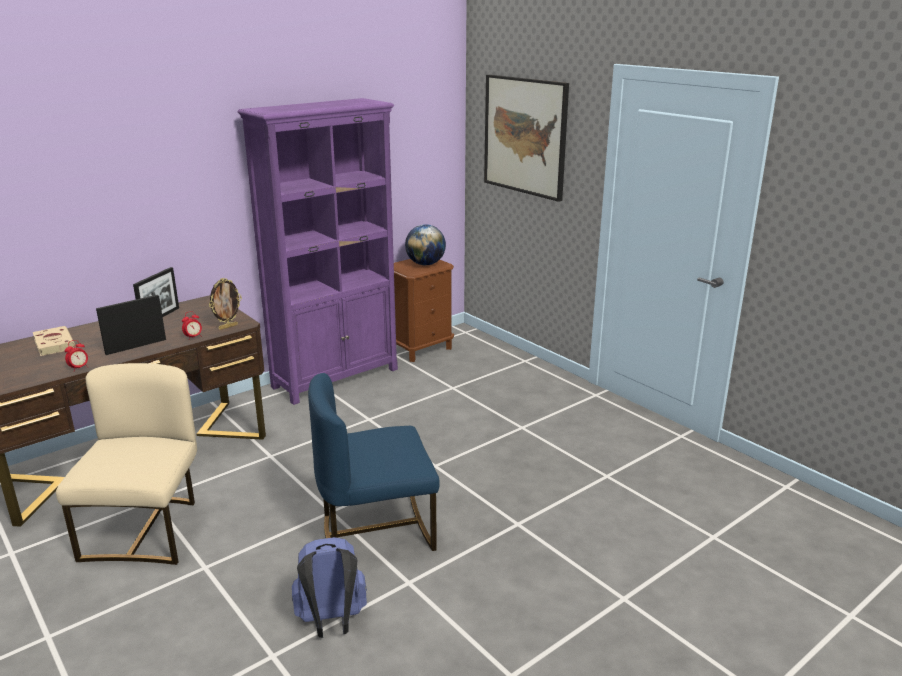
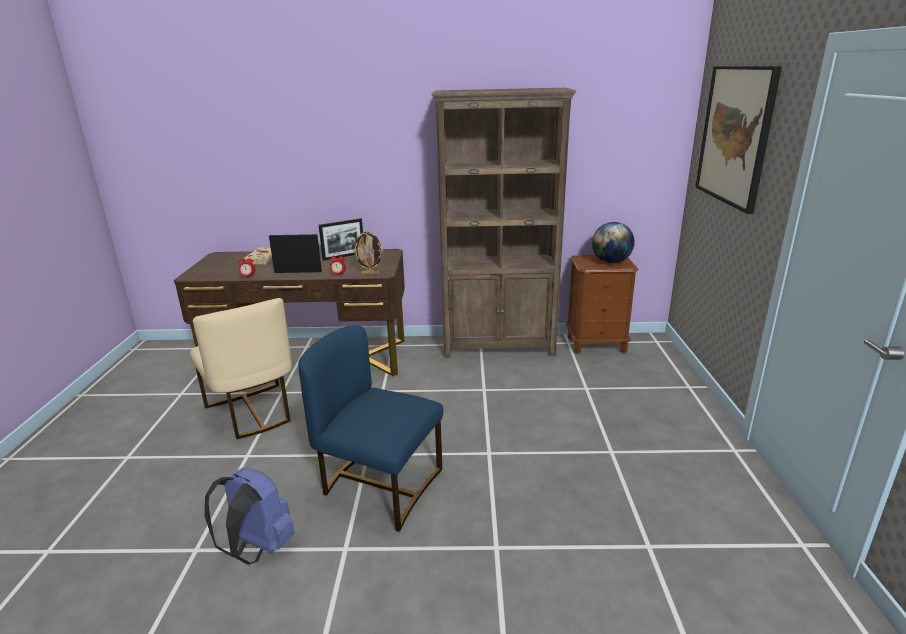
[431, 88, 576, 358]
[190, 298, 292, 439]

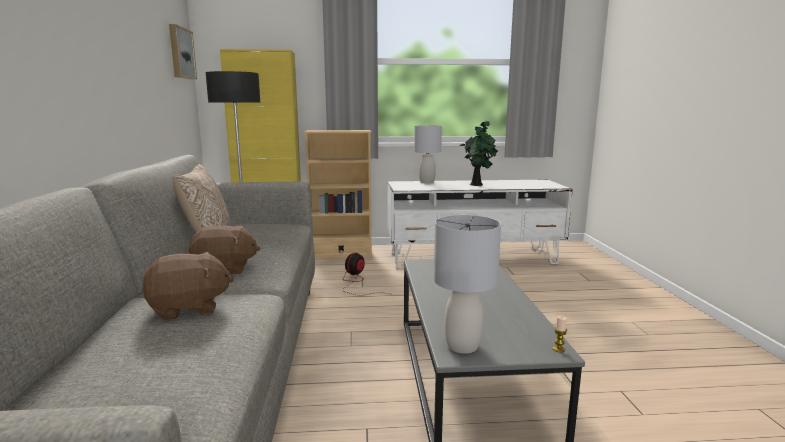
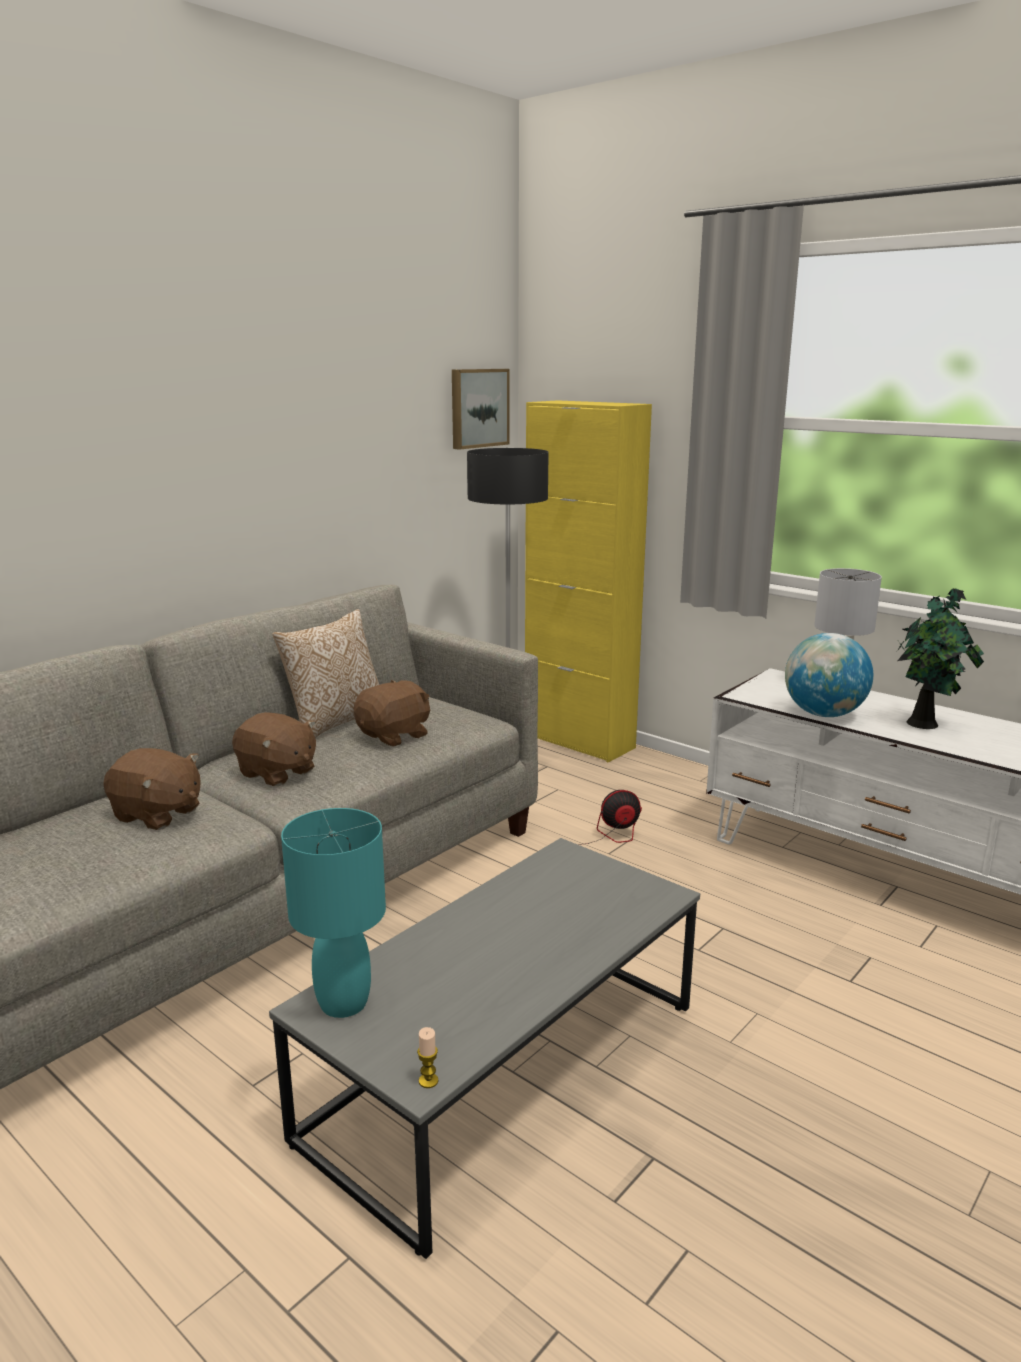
[304, 130, 373, 259] (first image)
[281, 808, 386, 1018]
[785, 633, 873, 717]
[354, 680, 430, 746]

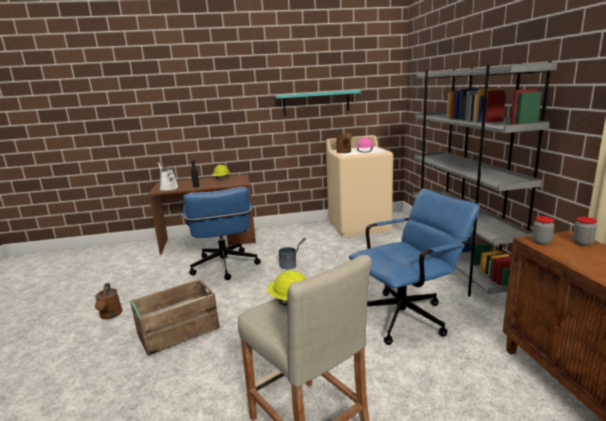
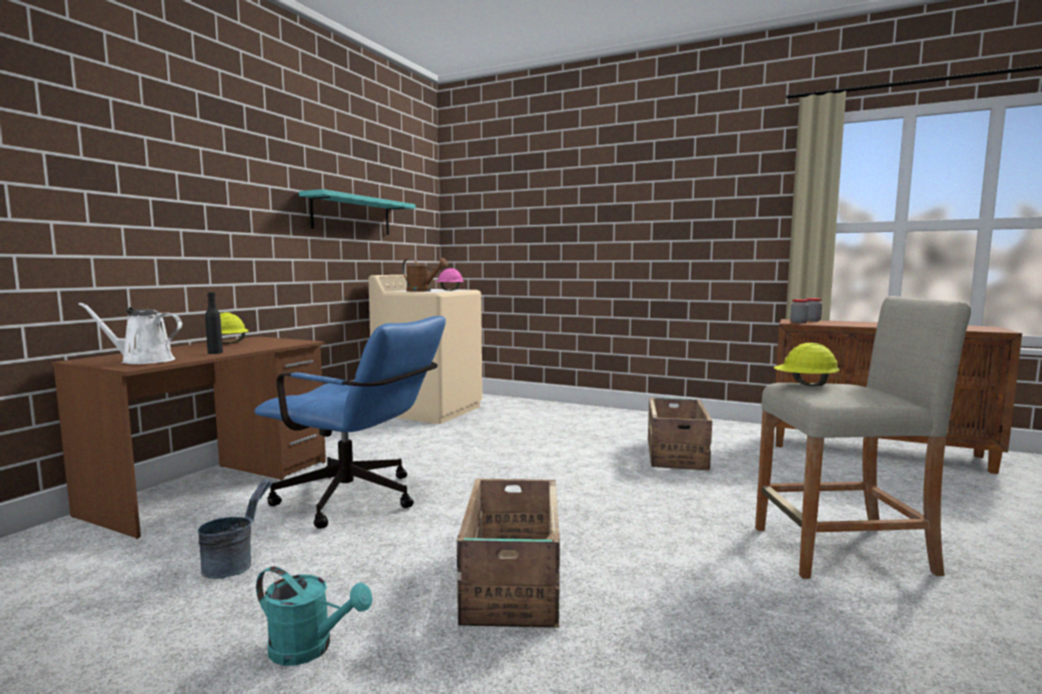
[413, 61, 558, 296] (first image)
[648, 398, 712, 470]
[198, 479, 272, 579]
[256, 566, 373, 666]

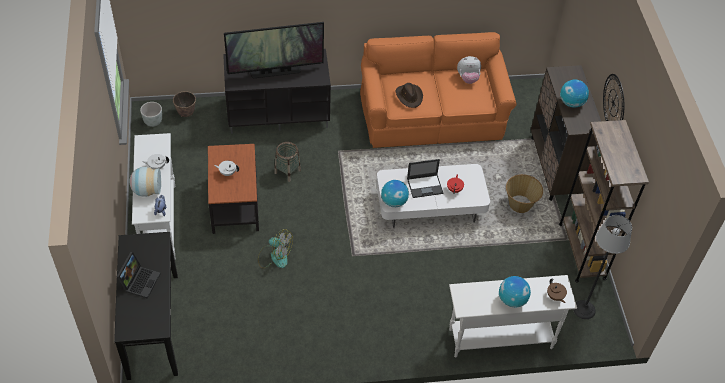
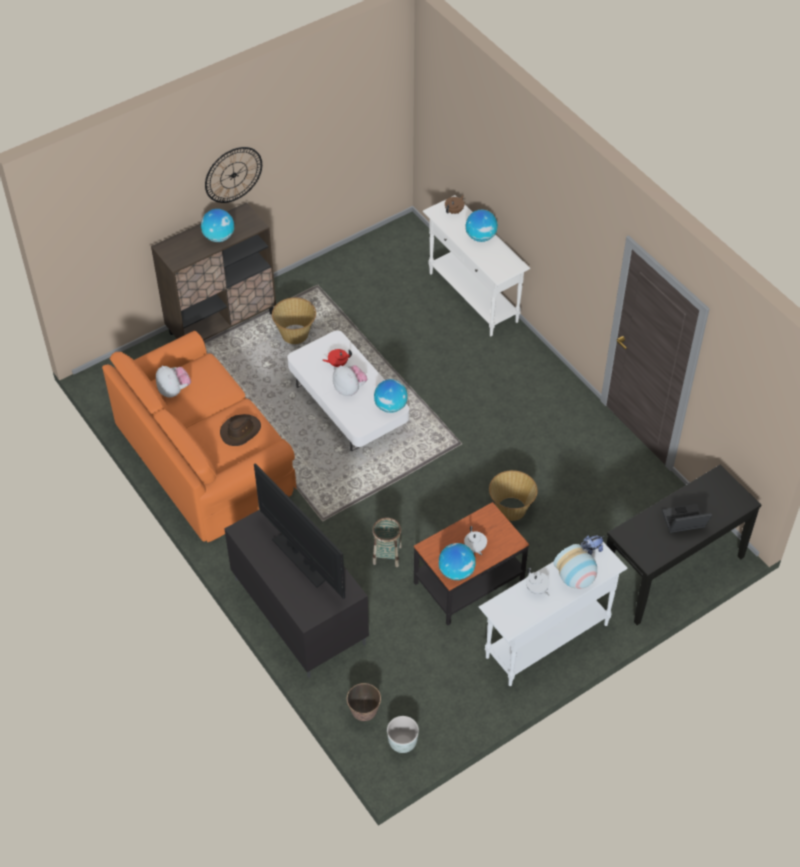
[559, 120, 649, 282] (first image)
[333, 365, 367, 396]
[573, 215, 632, 319] (first image)
[489, 470, 538, 521]
[439, 543, 476, 580]

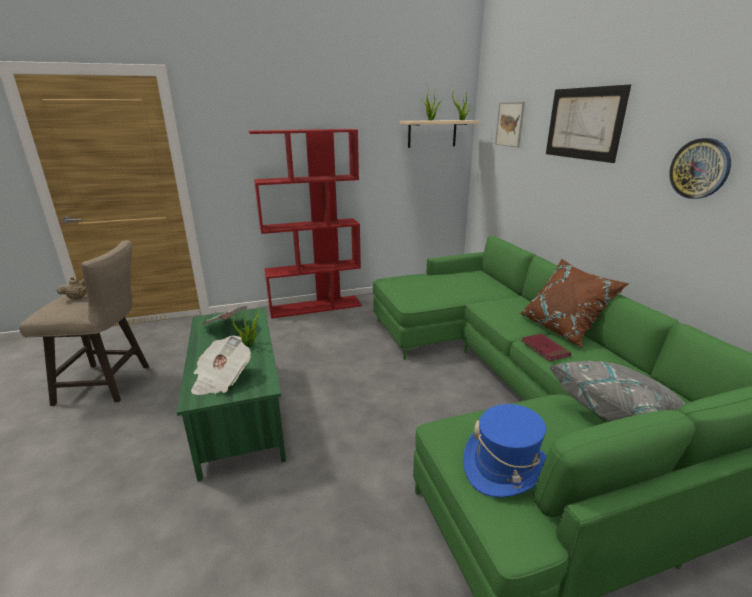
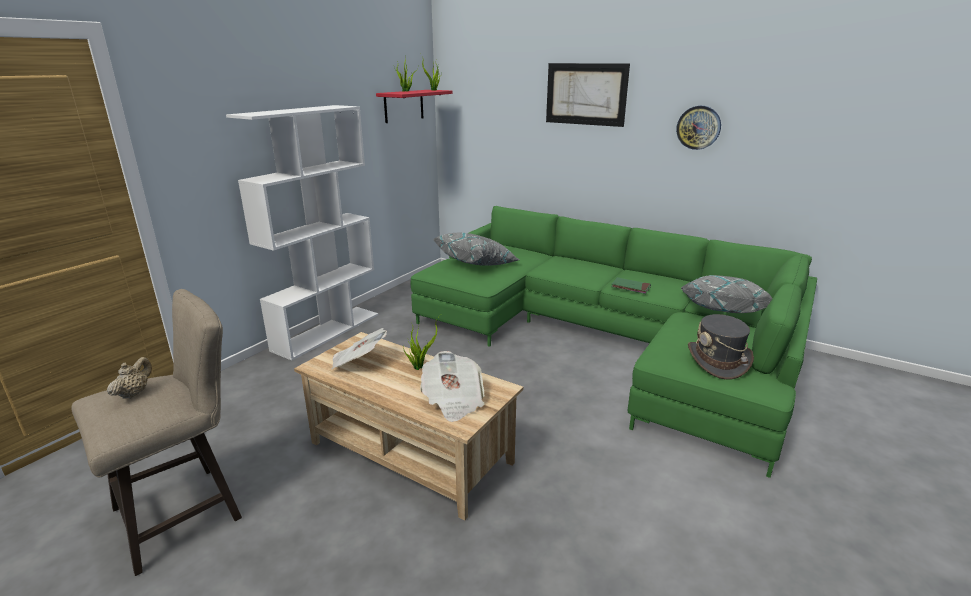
[495, 102, 525, 148] (first image)
[376, 90, 453, 123]
[226, 105, 378, 361]
[520, 258, 629, 348] (first image)
[294, 332, 523, 520]
[611, 277, 651, 294]
[688, 314, 754, 380]
[433, 233, 519, 266]

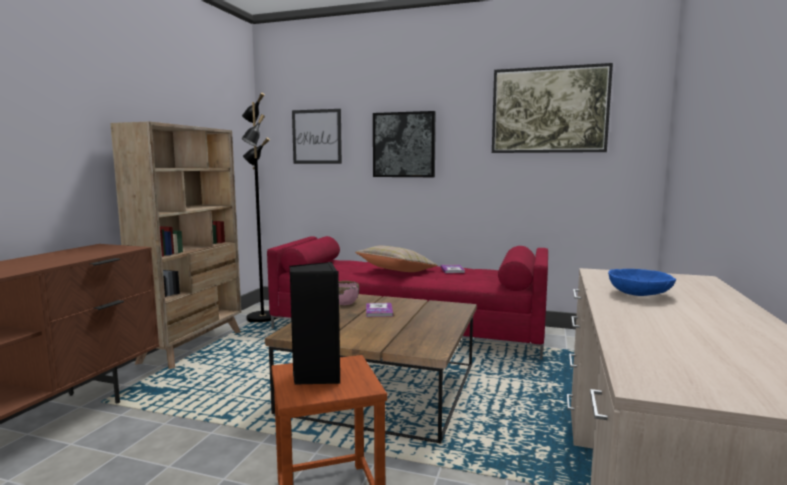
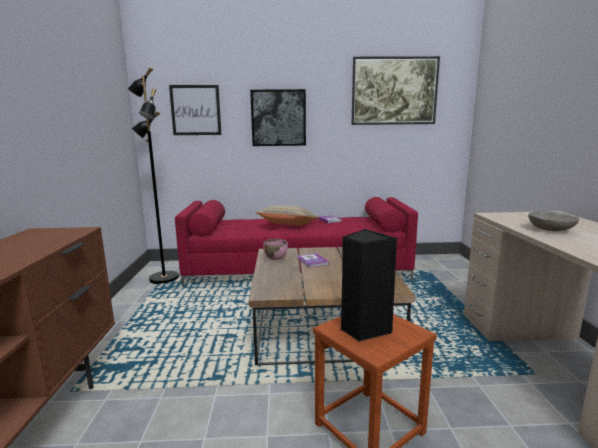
[110, 122, 241, 369] (first image)
[528, 211, 579, 231]

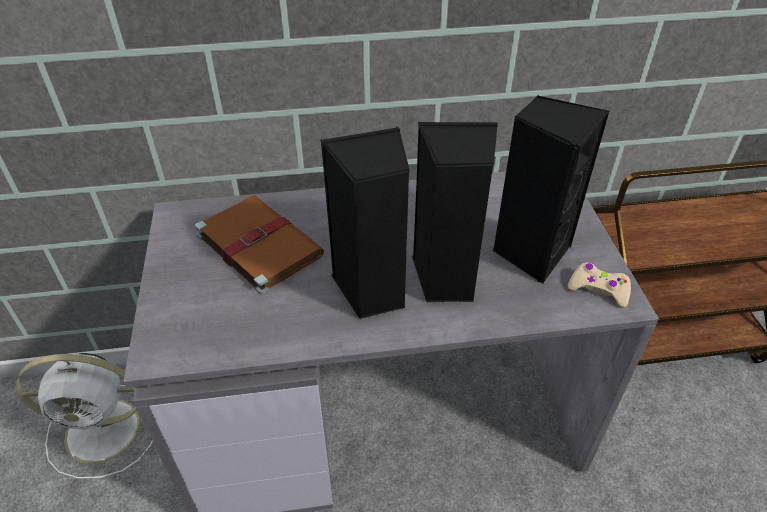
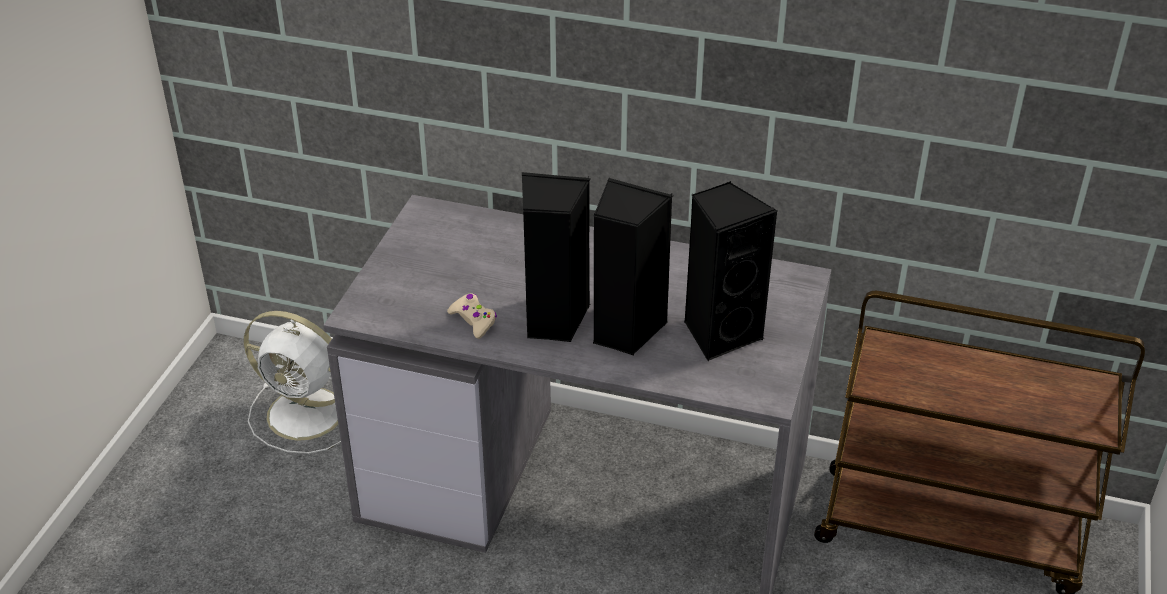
[195, 195, 324, 294] (first image)
[447, 293, 497, 339]

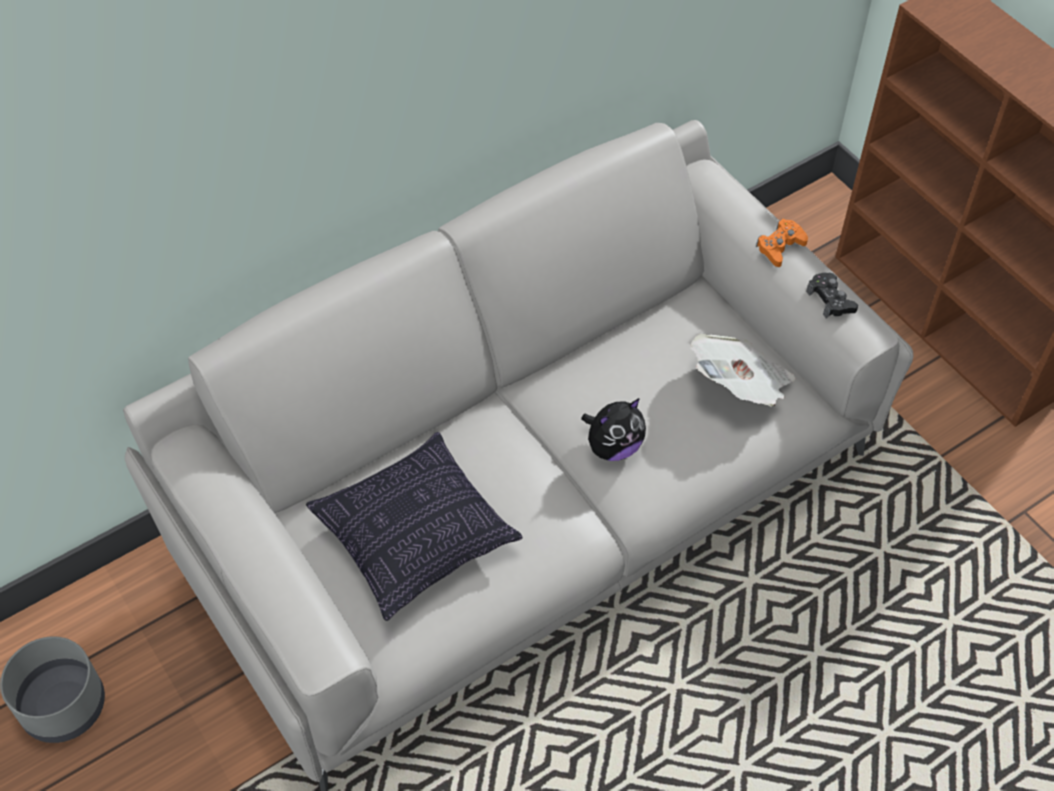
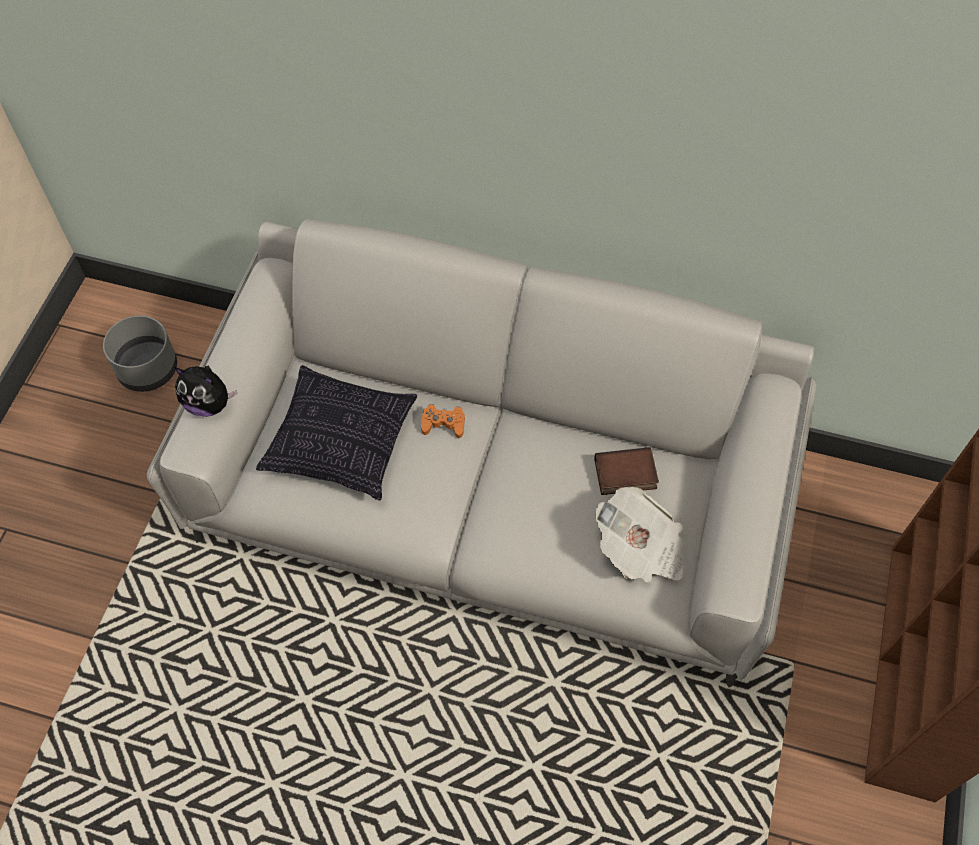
[421, 404, 465, 438]
[806, 272, 858, 318] (first image)
[174, 365, 237, 417]
[594, 447, 659, 495]

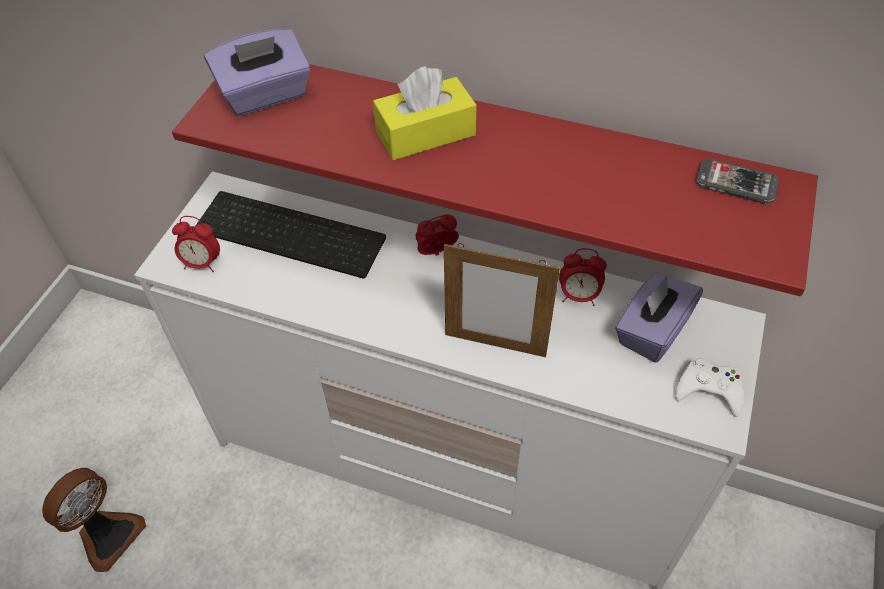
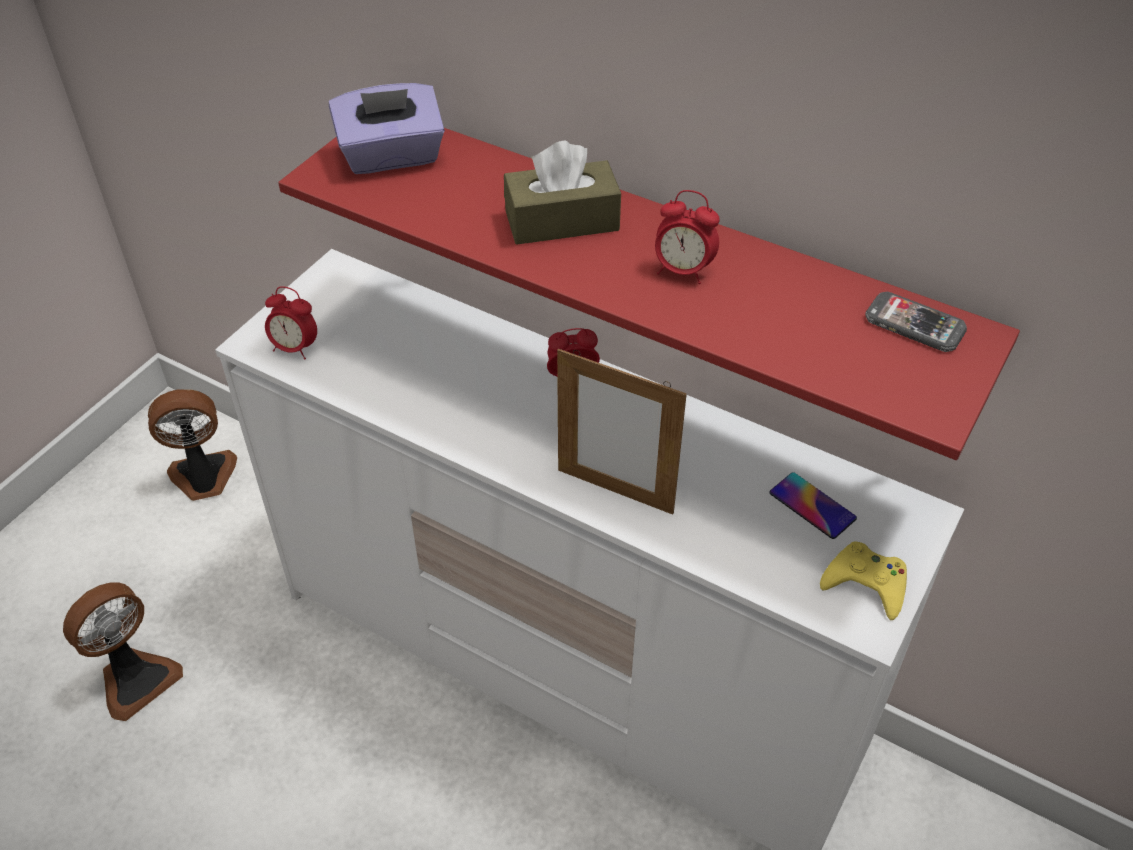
[504, 140, 621, 245]
[196, 191, 386, 279] (first image)
[655, 190, 720, 284]
[769, 472, 857, 539]
[820, 541, 907, 620]
[148, 390, 237, 501]

